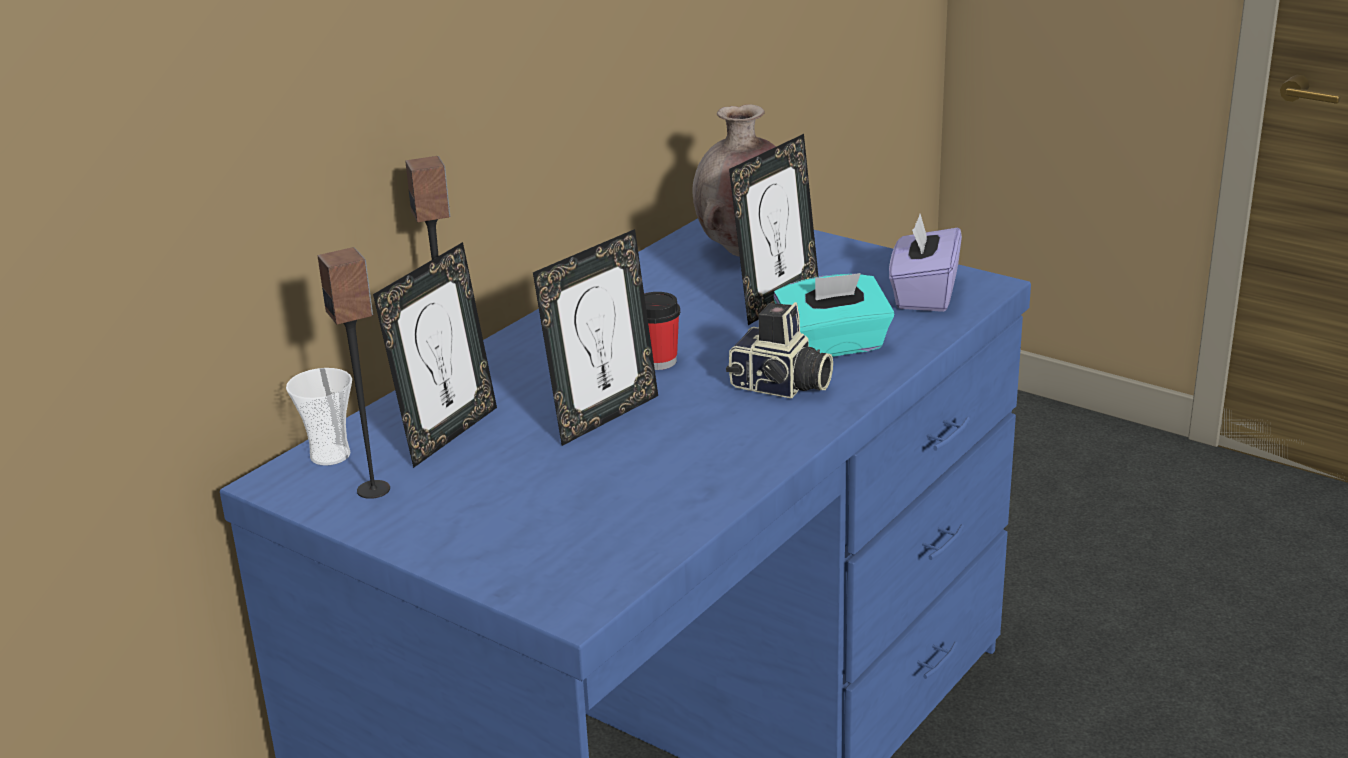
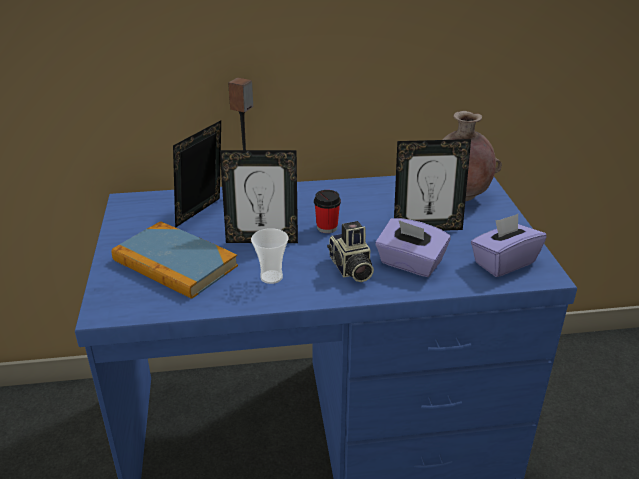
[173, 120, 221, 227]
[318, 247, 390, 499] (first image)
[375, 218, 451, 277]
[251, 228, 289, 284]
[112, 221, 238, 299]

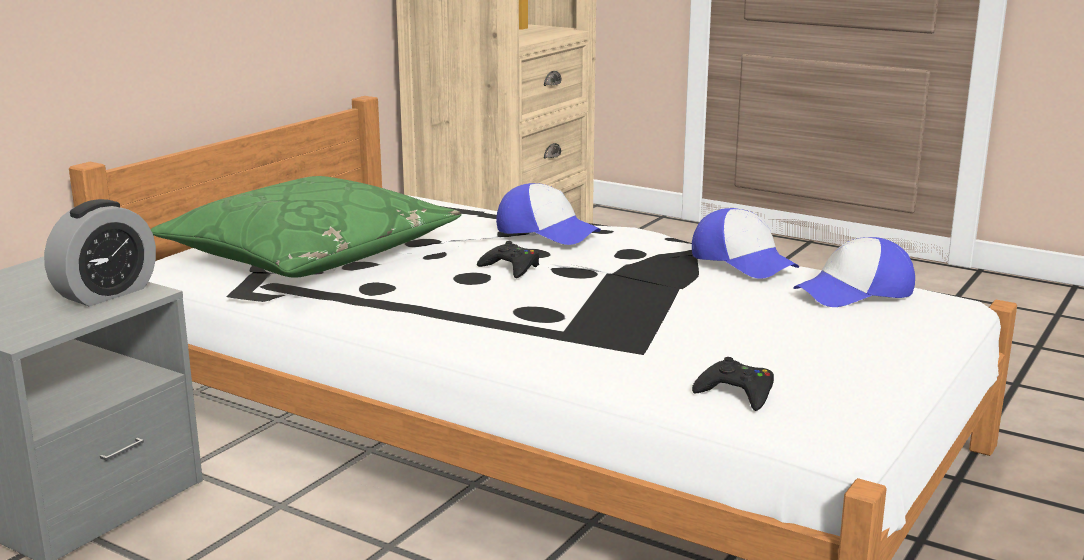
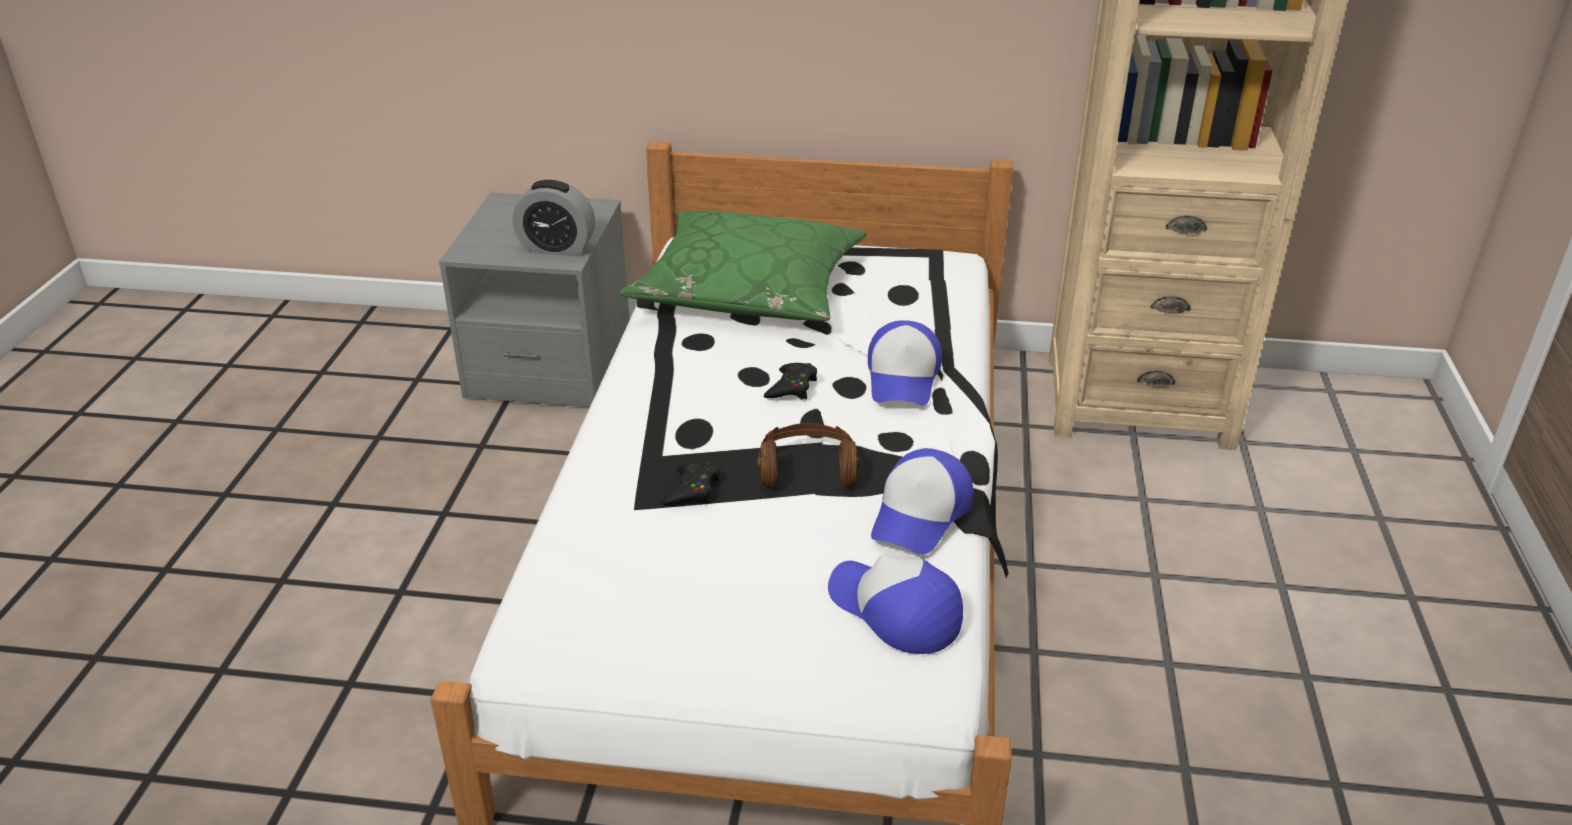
[661, 461, 719, 505]
[757, 423, 860, 487]

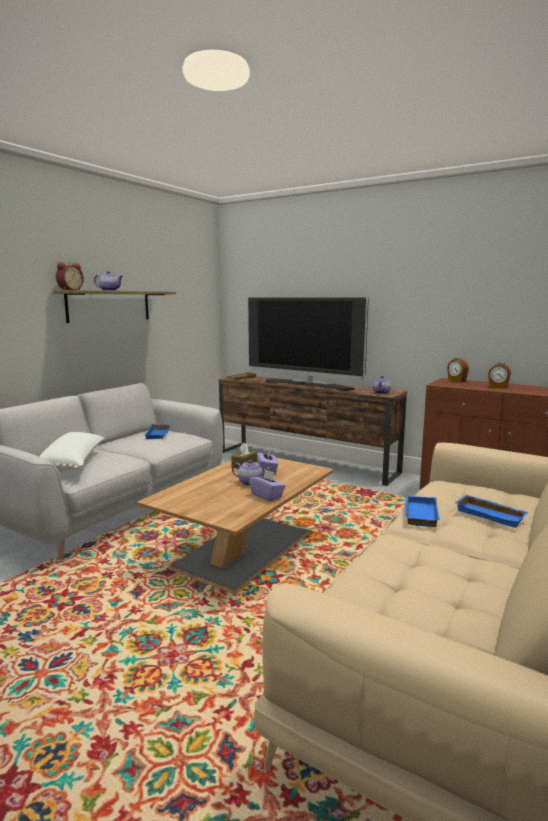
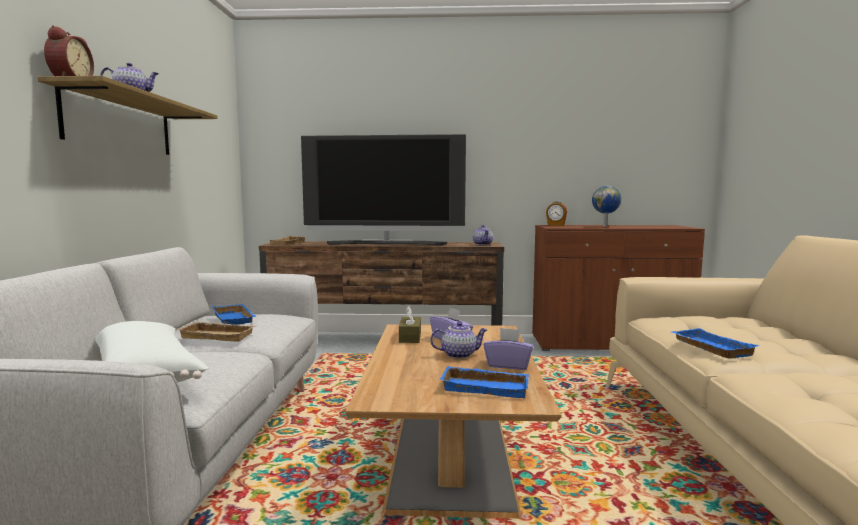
[592, 186, 621, 227]
[440, 366, 529, 398]
[177, 321, 256, 341]

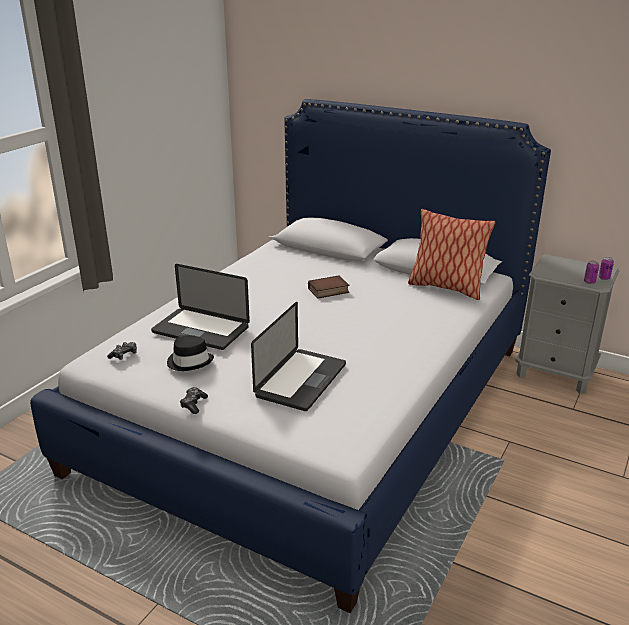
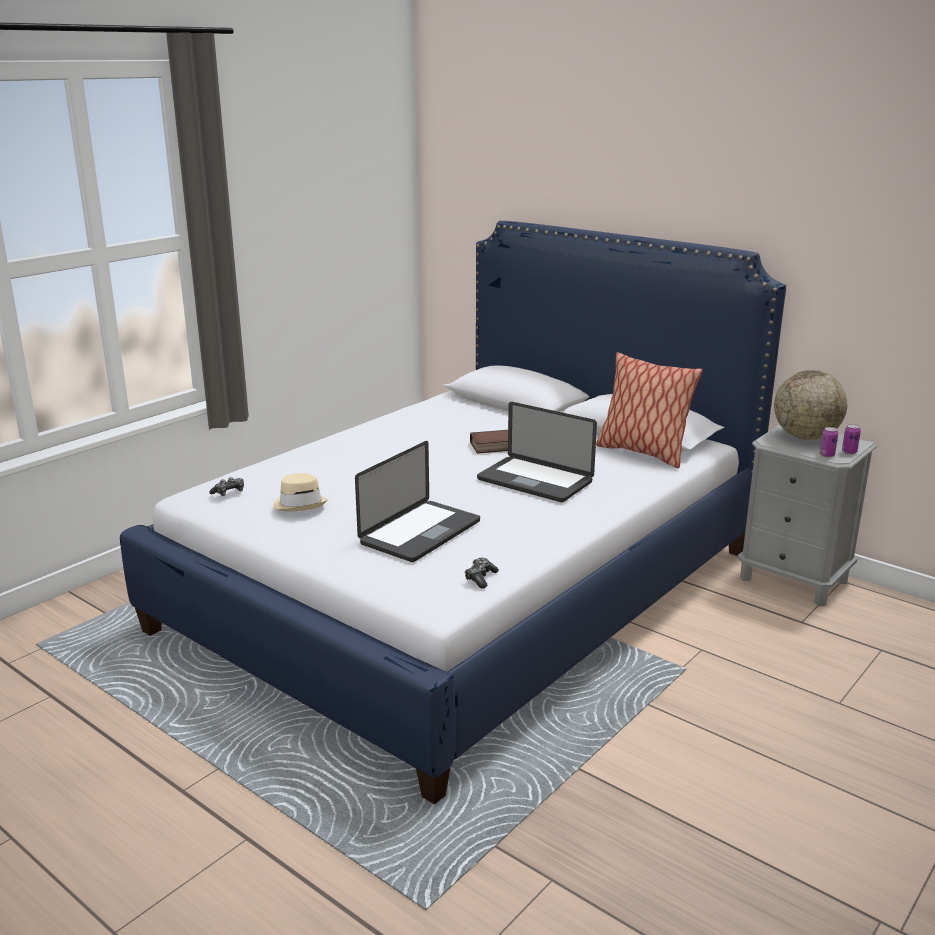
[477, 402, 597, 502]
[273, 473, 328, 512]
[465, 558, 499, 588]
[774, 370, 847, 440]

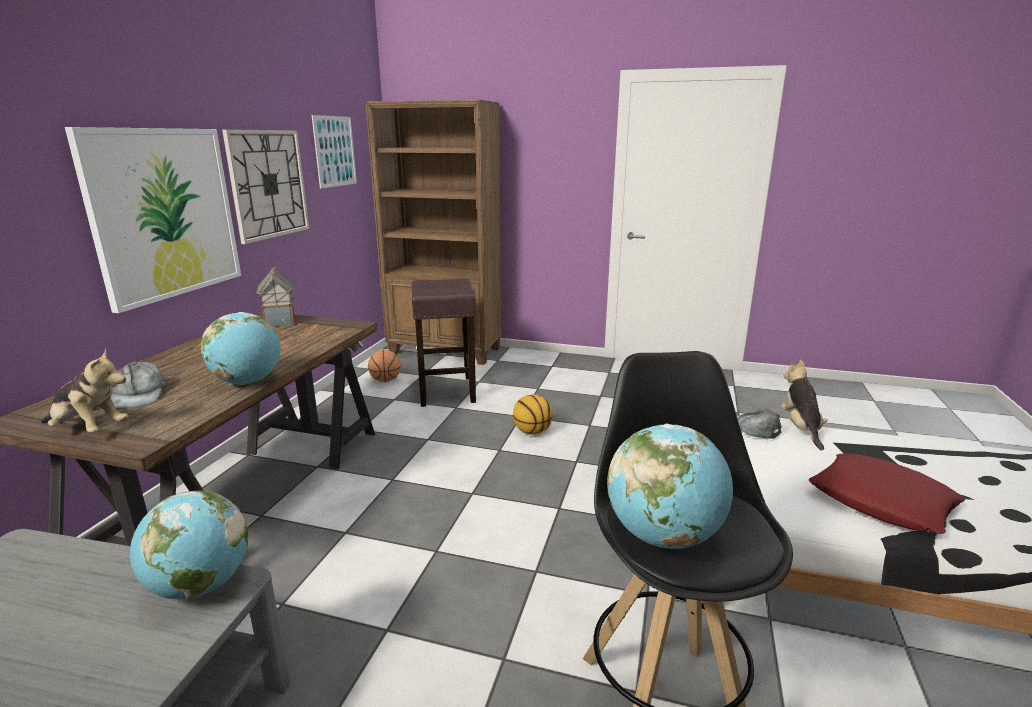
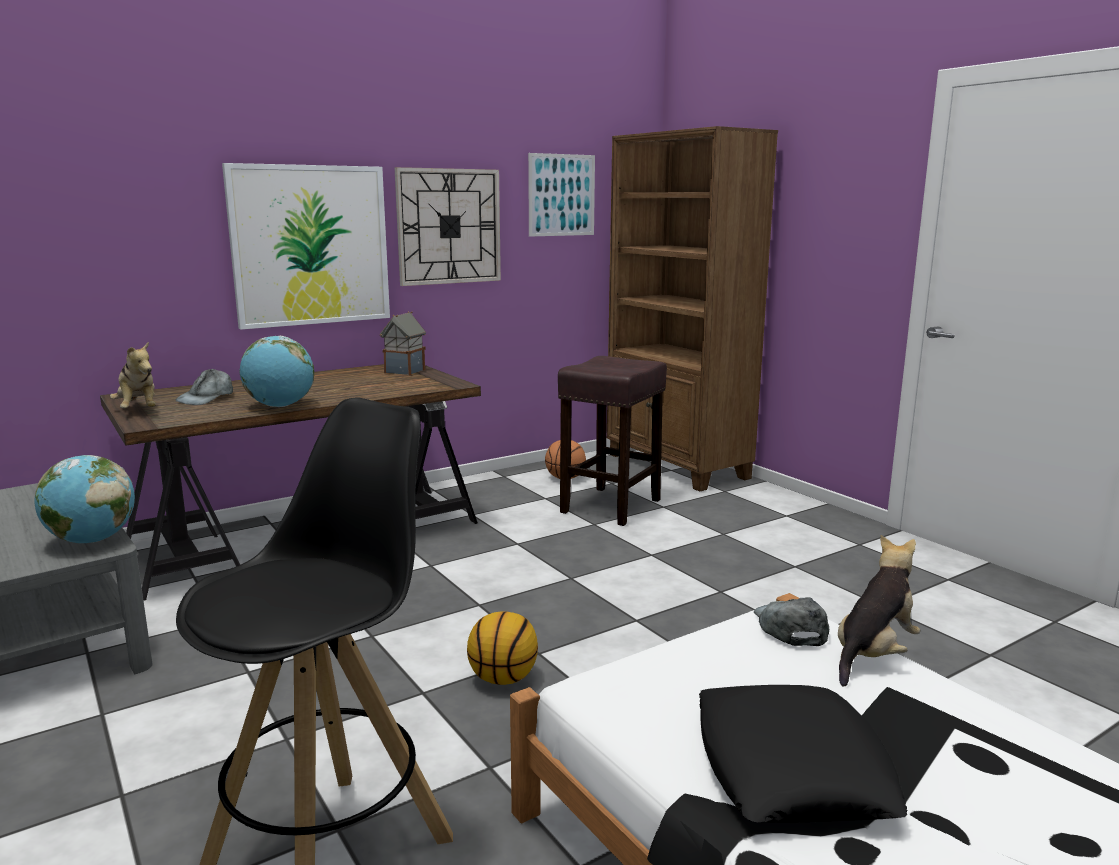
[467, 612, 538, 685]
[607, 424, 733, 549] (first image)
[699, 685, 908, 823]

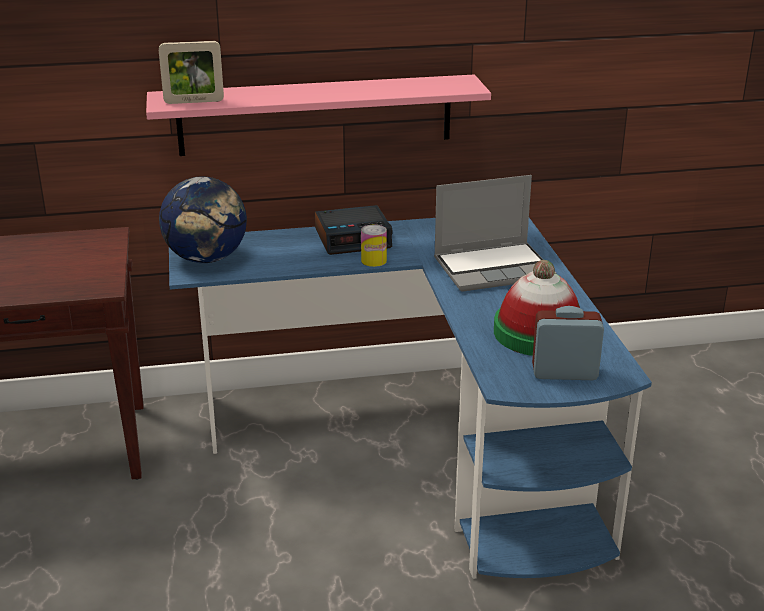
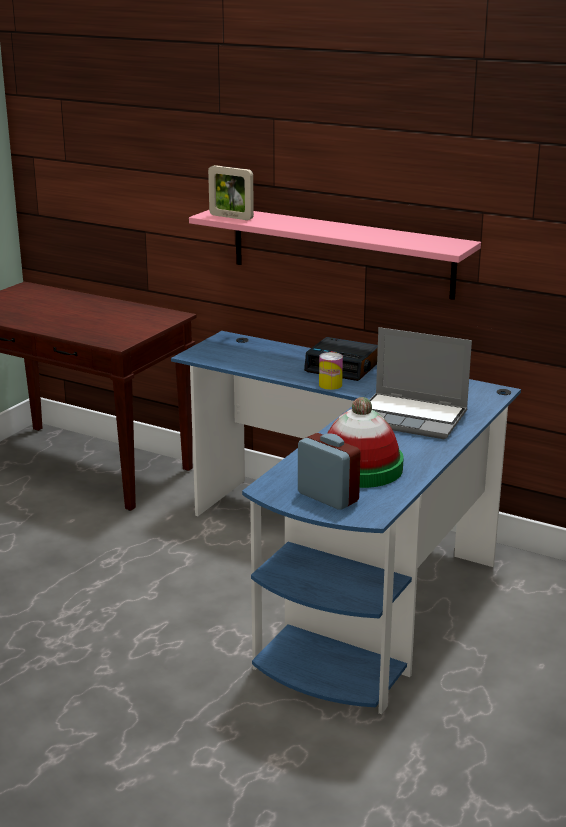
[159, 176, 247, 263] (first image)

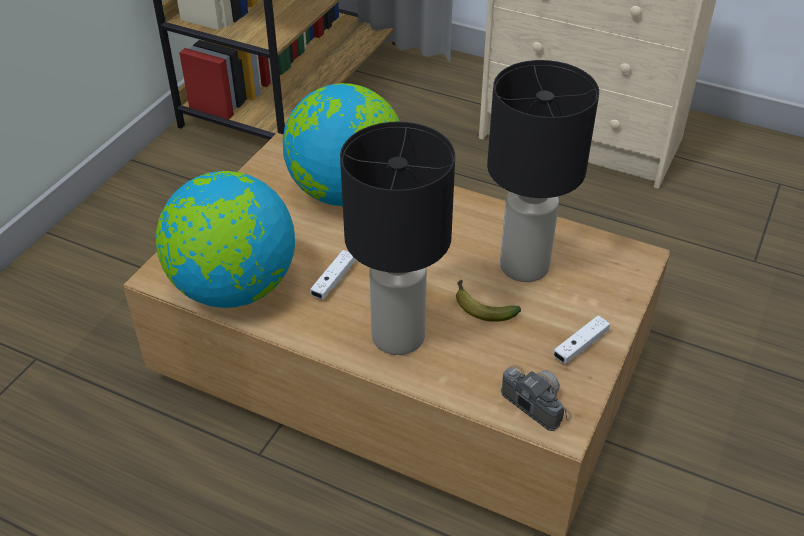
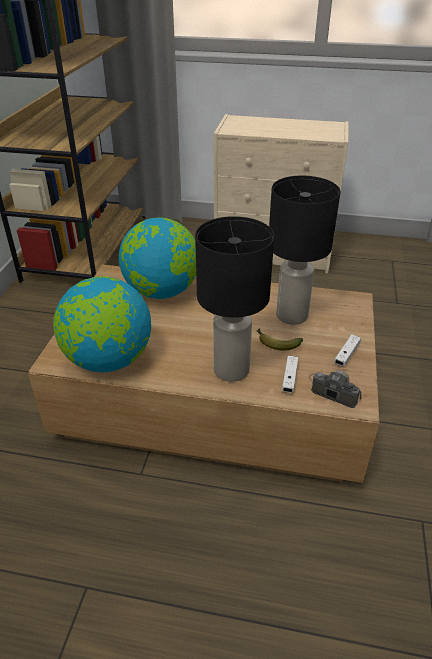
[282, 356, 298, 393]

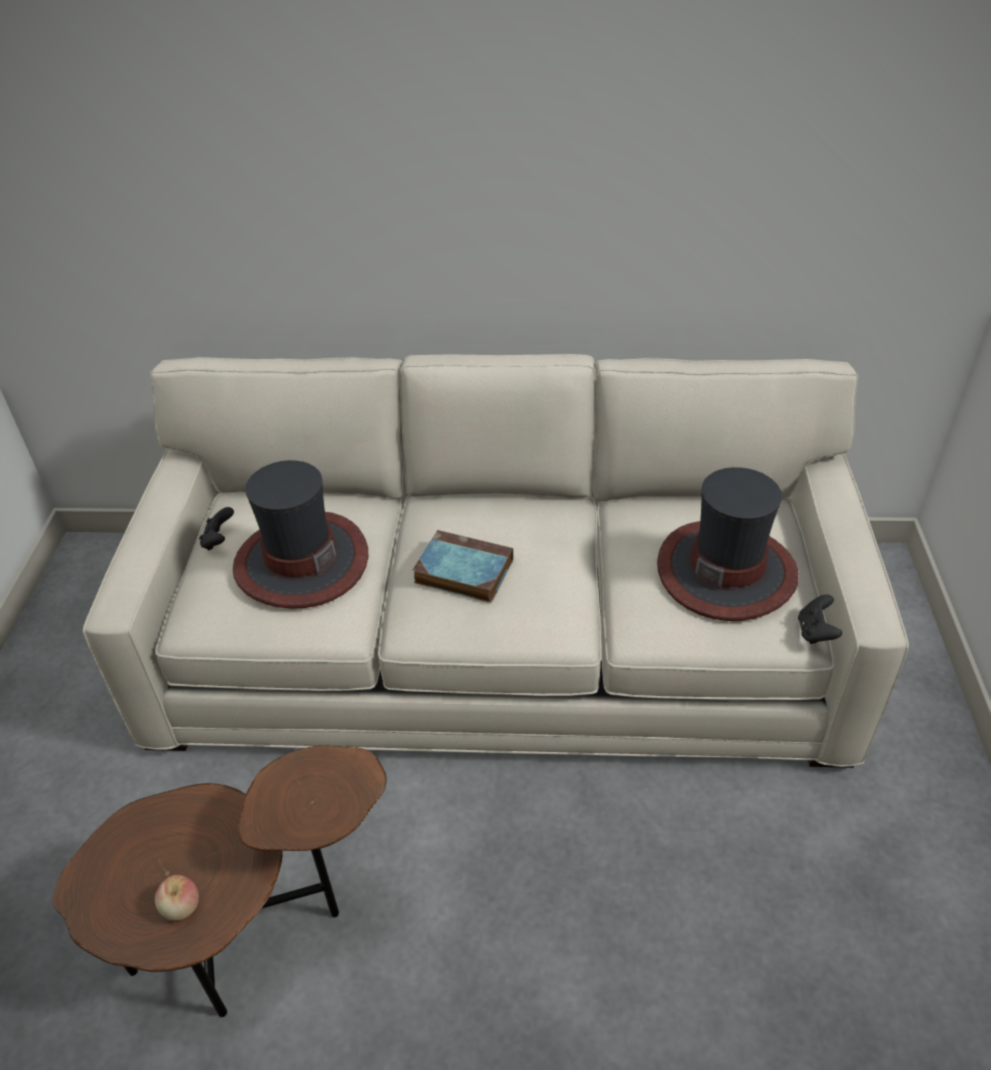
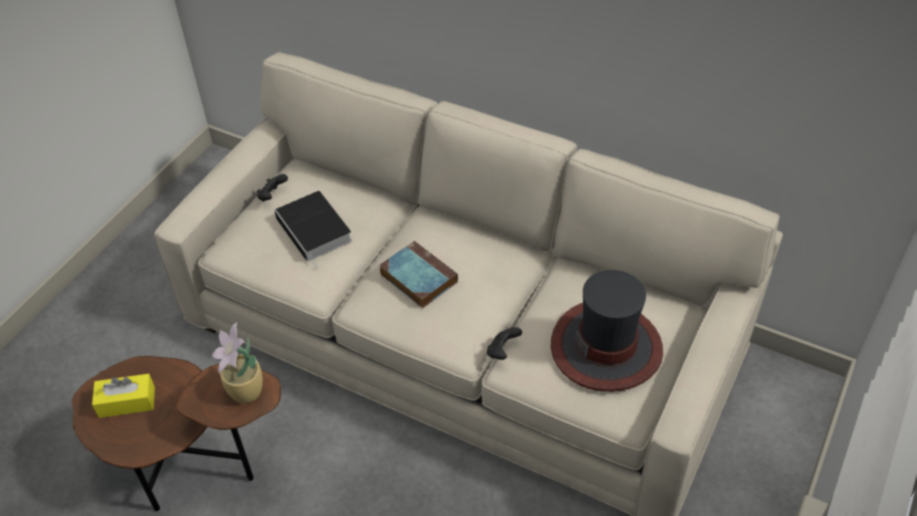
[274, 191, 352, 269]
[487, 327, 522, 360]
[155, 875, 199, 921] (first image)
[212, 322, 263, 403]
[92, 374, 155, 418]

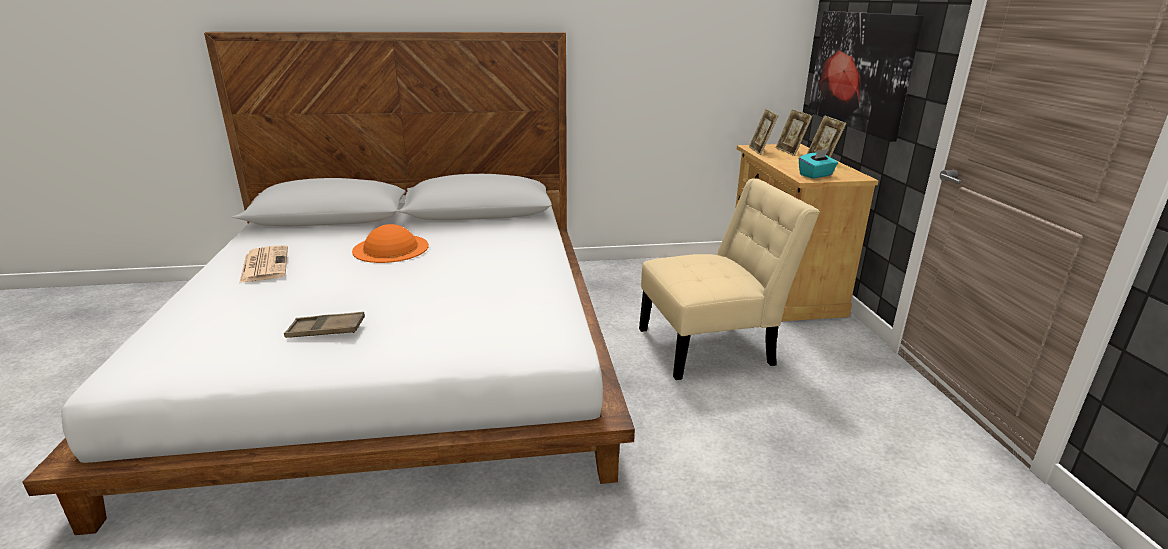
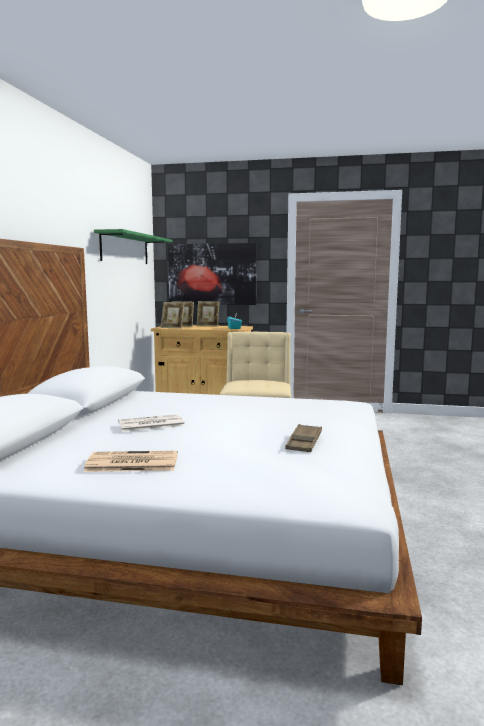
[118, 414, 185, 432]
[94, 229, 173, 264]

